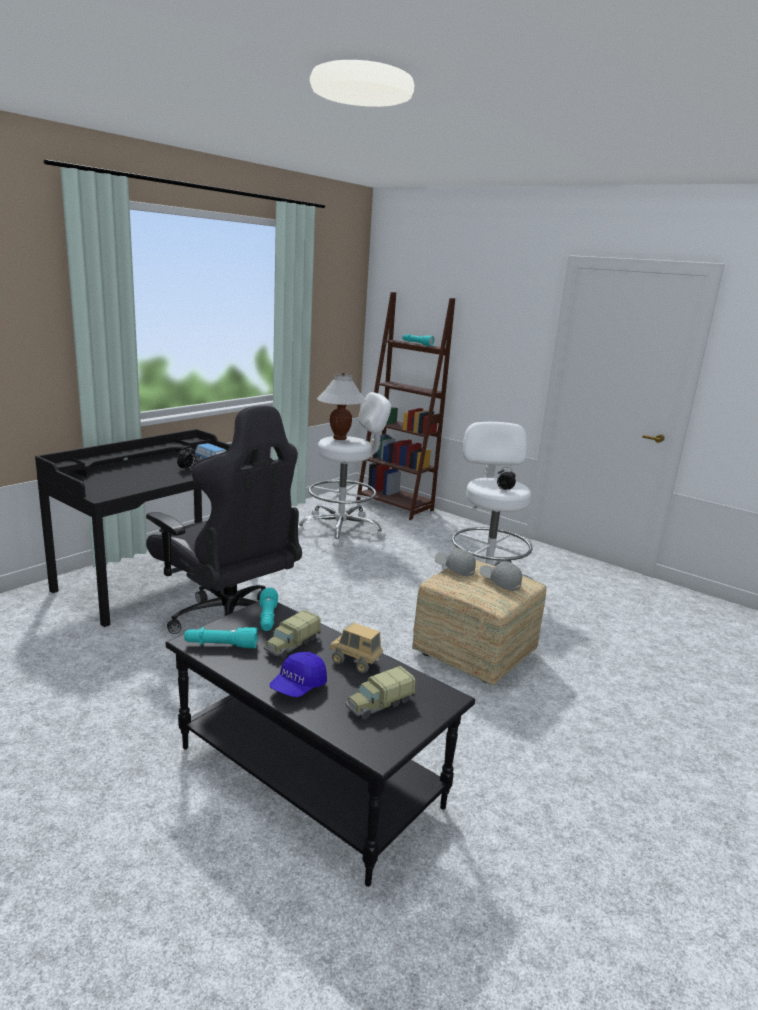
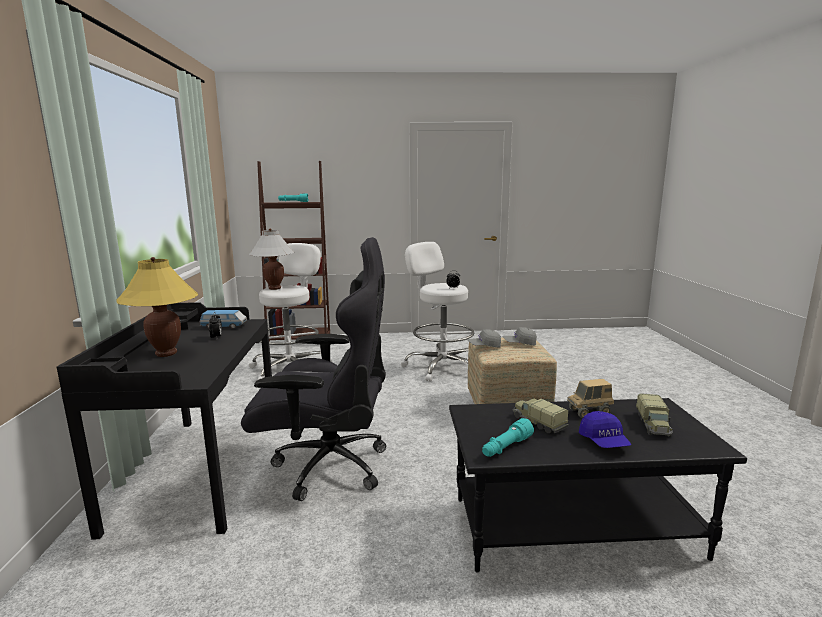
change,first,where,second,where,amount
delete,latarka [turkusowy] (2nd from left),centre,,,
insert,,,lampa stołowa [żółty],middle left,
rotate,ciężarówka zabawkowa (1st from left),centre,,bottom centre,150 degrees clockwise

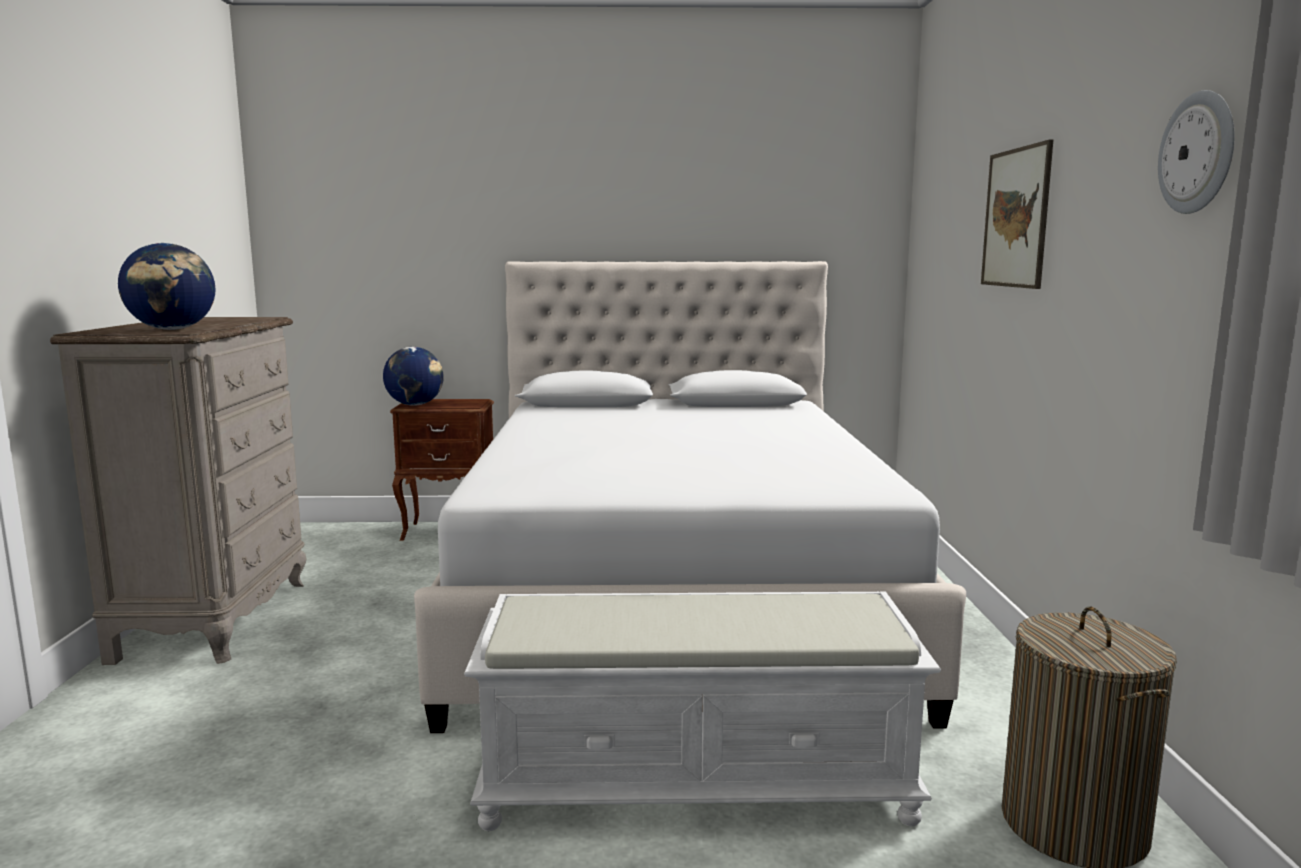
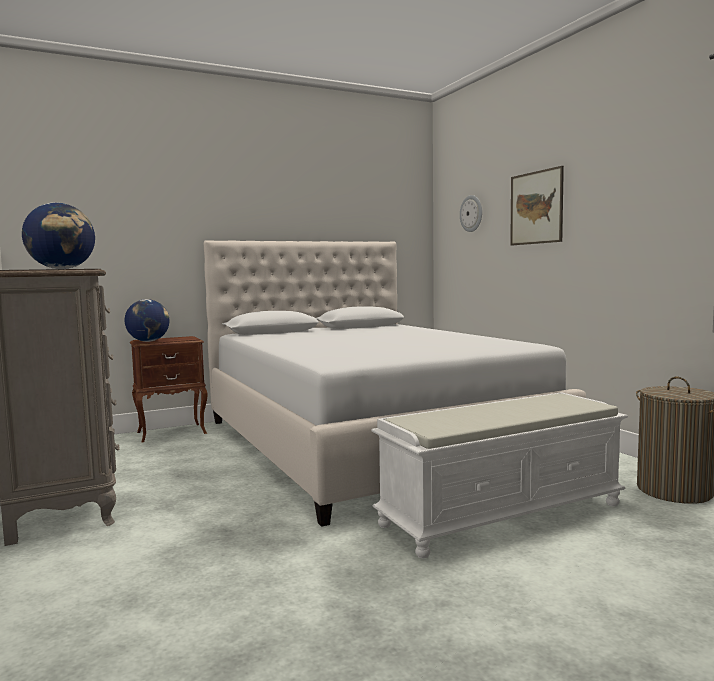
change,first,where,second,where,amount
move,zegar ścienny,top right,,top centre,

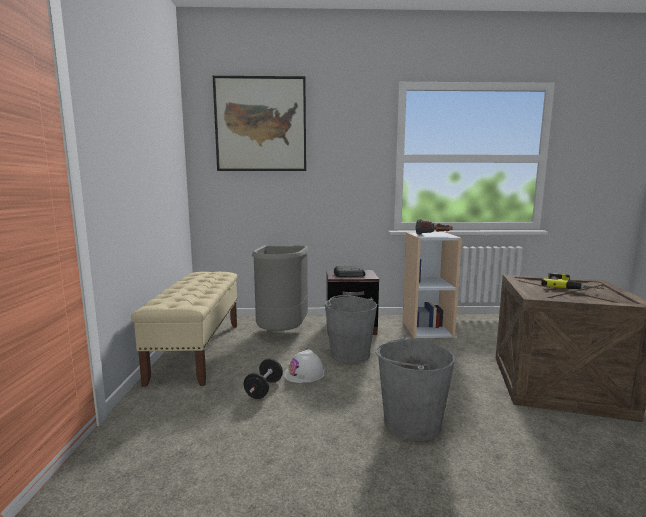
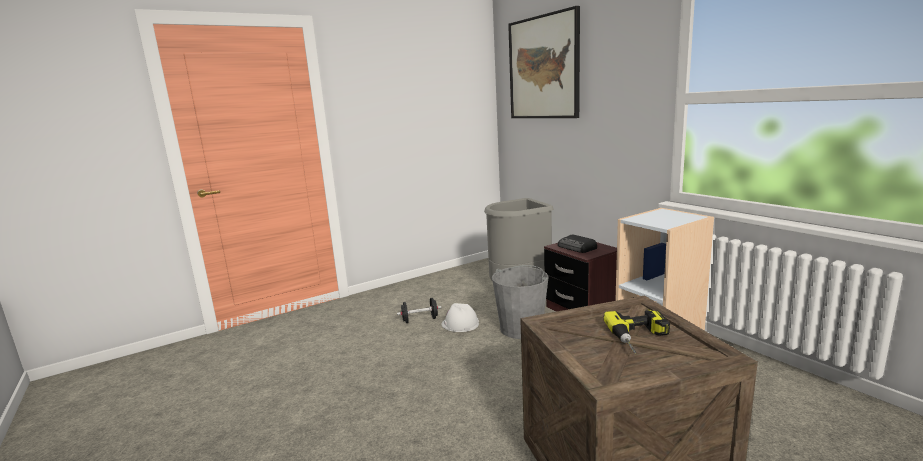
change,first,where,second,where,amount
delete,ławka [beżowy],middle left,,,
delete,wiadro [szary] (2nd from left),bottom centre,,,
delete,latarka,middle right,,,

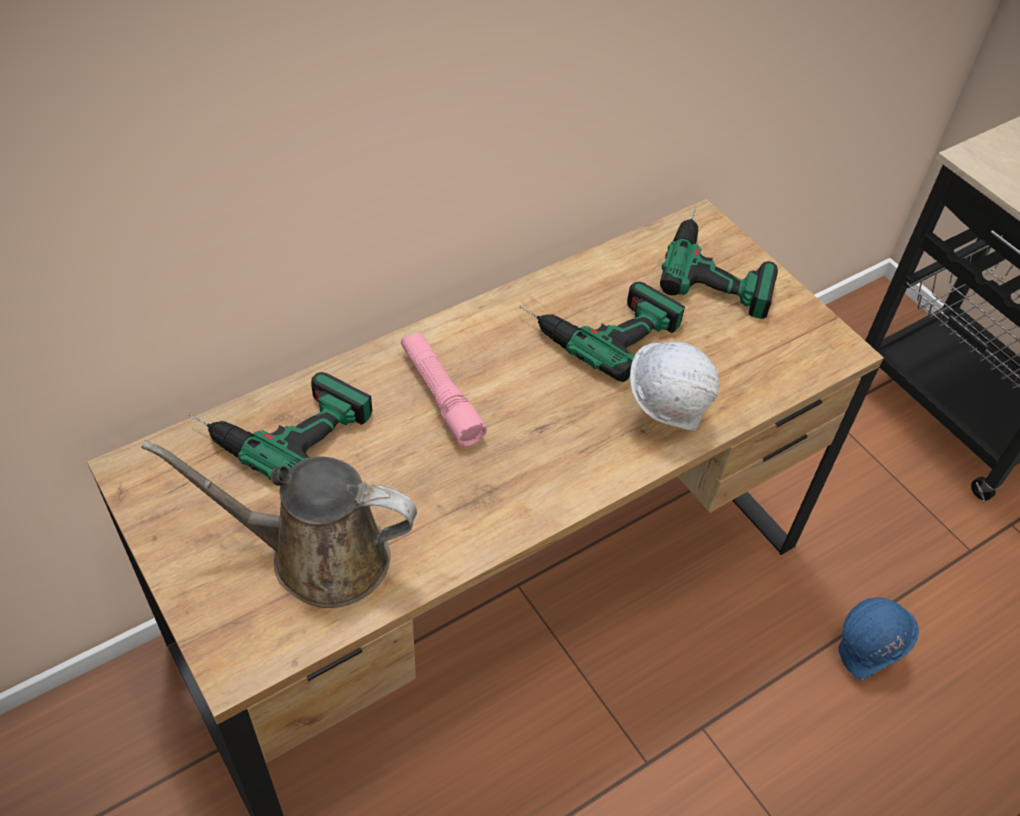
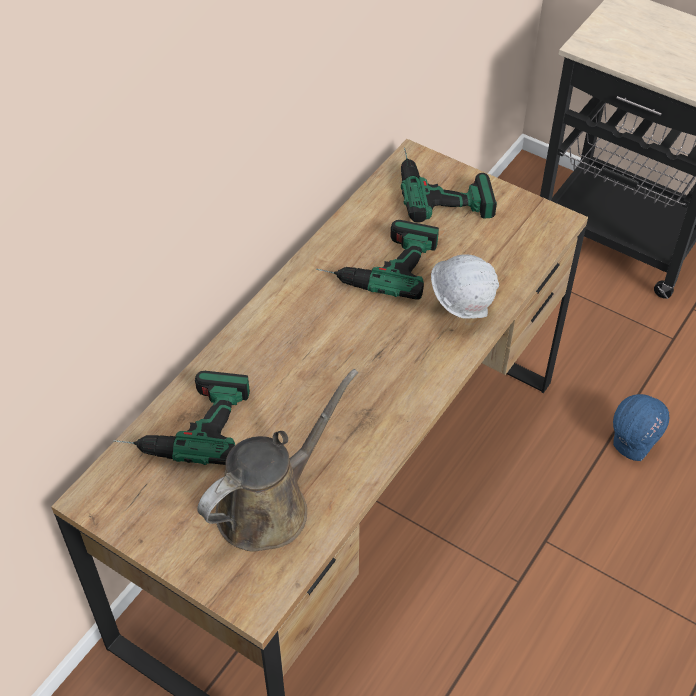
change,first,where,second,where,amount
delete,latarka [różowy],centre,,,
rotate,konewka [brązowy],middle left,,centre,150 degrees clockwise

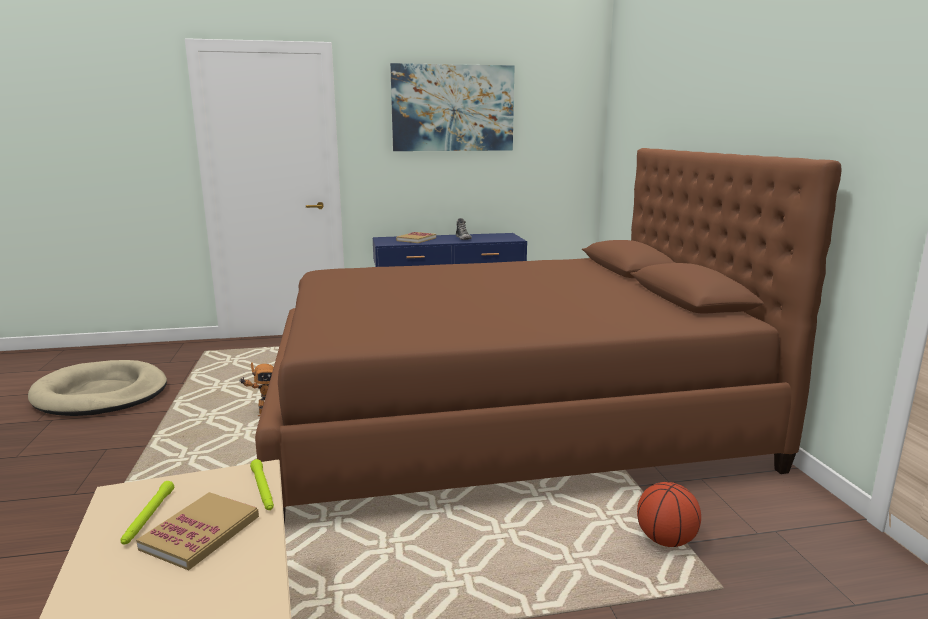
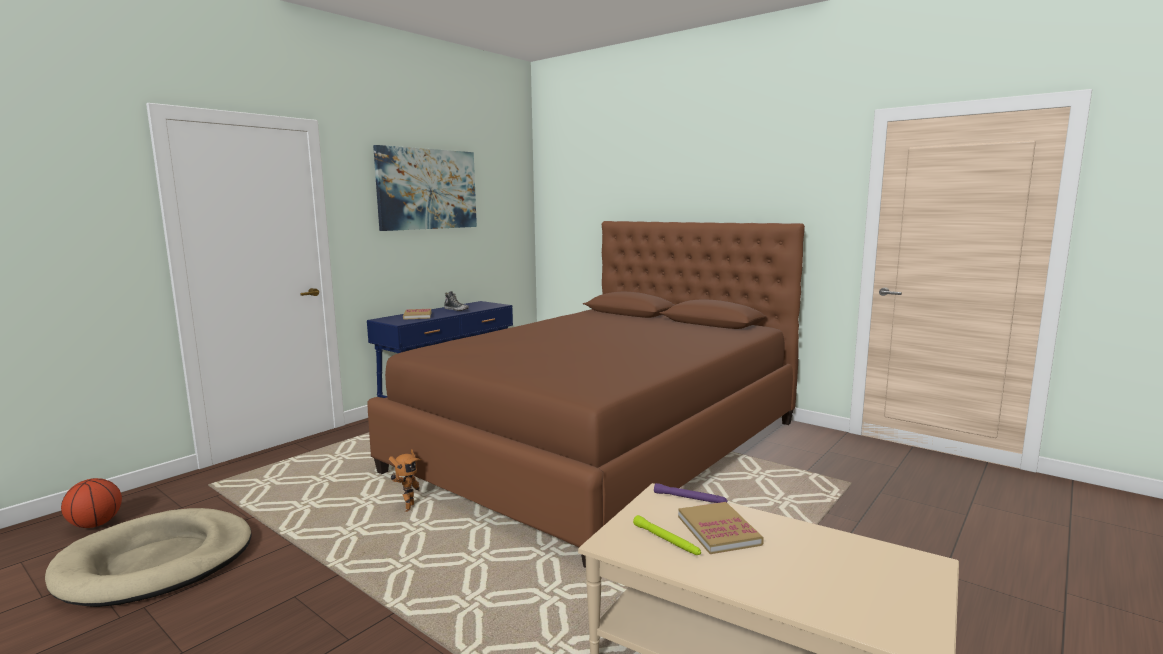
change,first,where,second,where,amount
move,piłka do koszykówki,bottom right,,bottom left,
recolor,latarka [zielony] (2nd from left),bottom left,latarka [fioletowy],bottom centre,

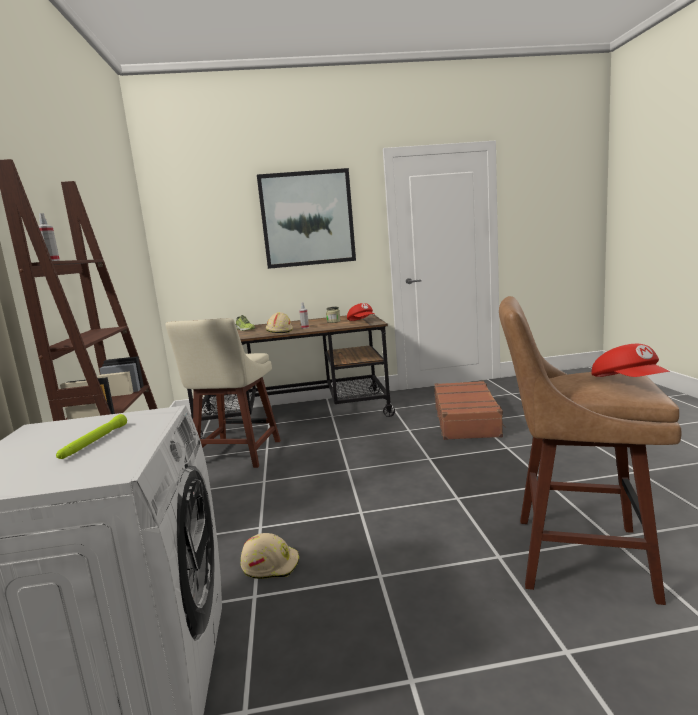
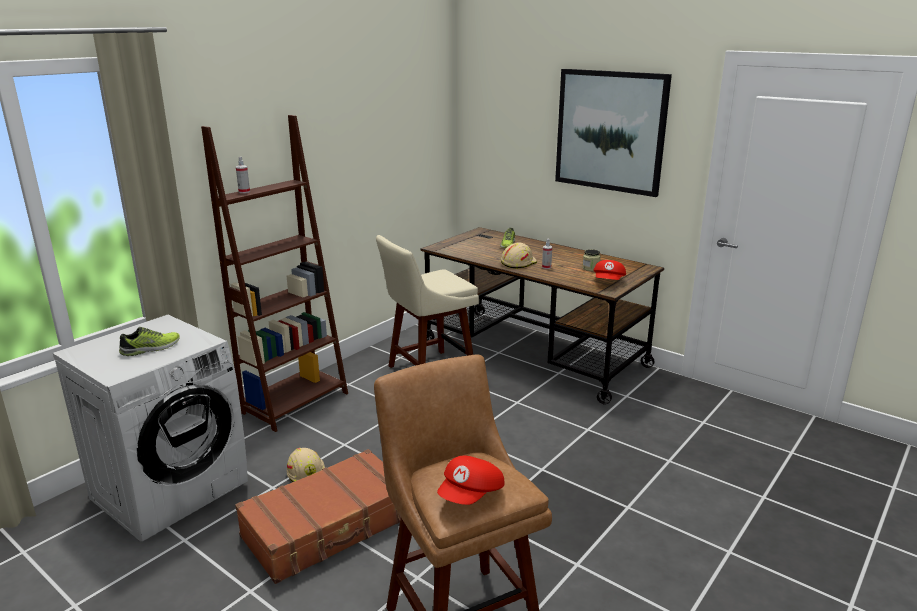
change,first,where,second,where,amount
move,walizka [brązowy],middle right,,bottom centre,
replace,latarka [zielony],middle left,but (1st from left),middle left,

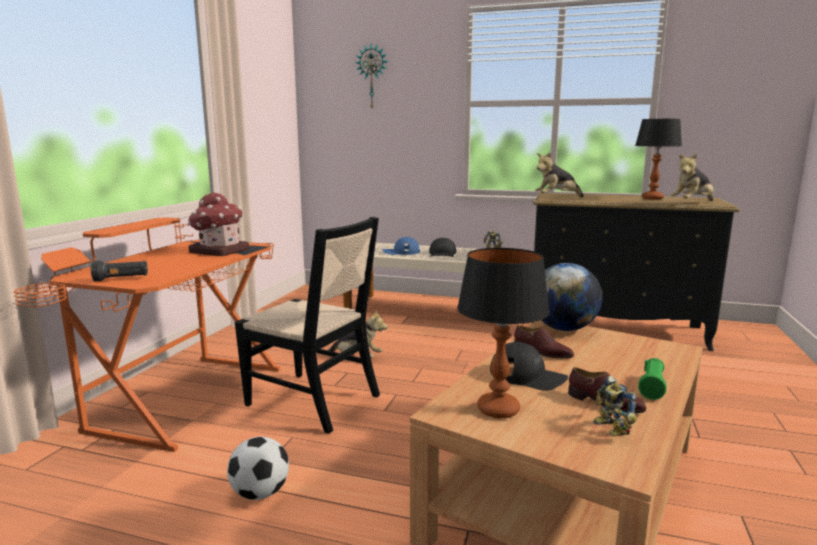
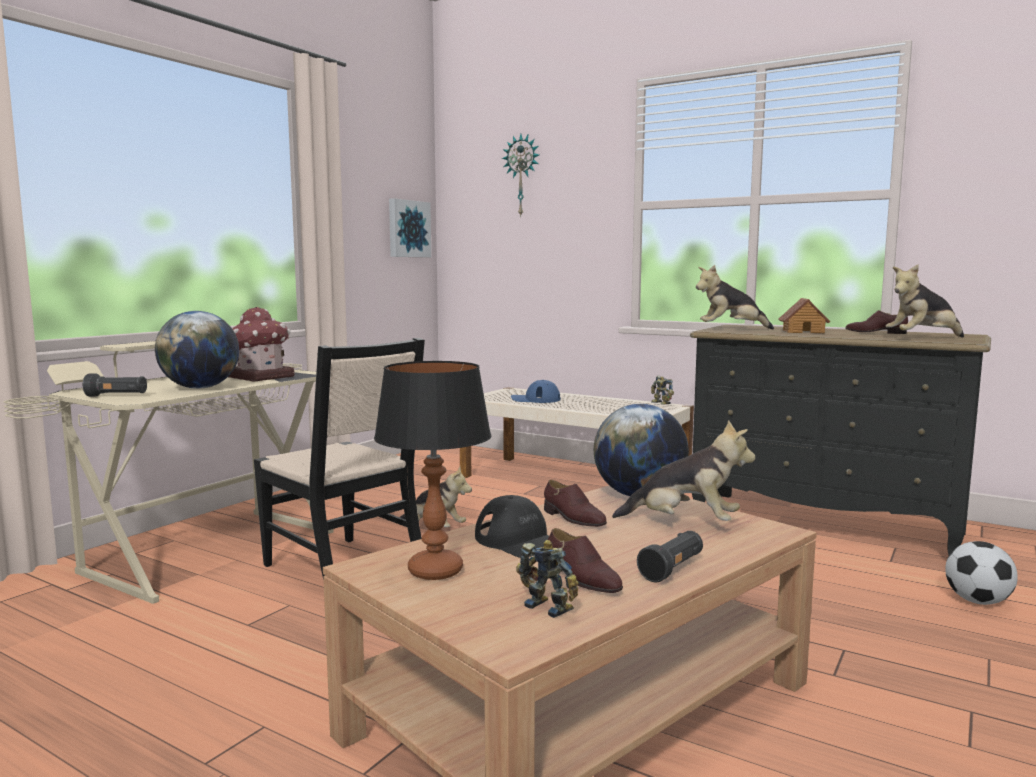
change,first,where,second,where,amount
delete,czapka z daszkiem [czarny] (1st from left),centre,,,
insert,,,globus (1st from left),middle left,
insert,,,obraz,top centre,
insert,,,pluszak (2nd from left),centre,
insert,,,domek (2nd from left),middle right,
move,piłka futbolowa,bottom left,,bottom right,
replace,lampa stołowa (2nd from left),top right,but [brązowy] (3rd from left),middle right,
recolor,biurko [pomarańczowy],middle left,biurko [beżowy],middle left,
recolor,latarka [zielony],bottom right,latarka [czarny] (2nd from left),bottom centre,
rotate,robot zabawkowy (2nd from left in the first image),bottom right,robot zabawkowy (1st from left),bottom centre,135 degrees clockwise

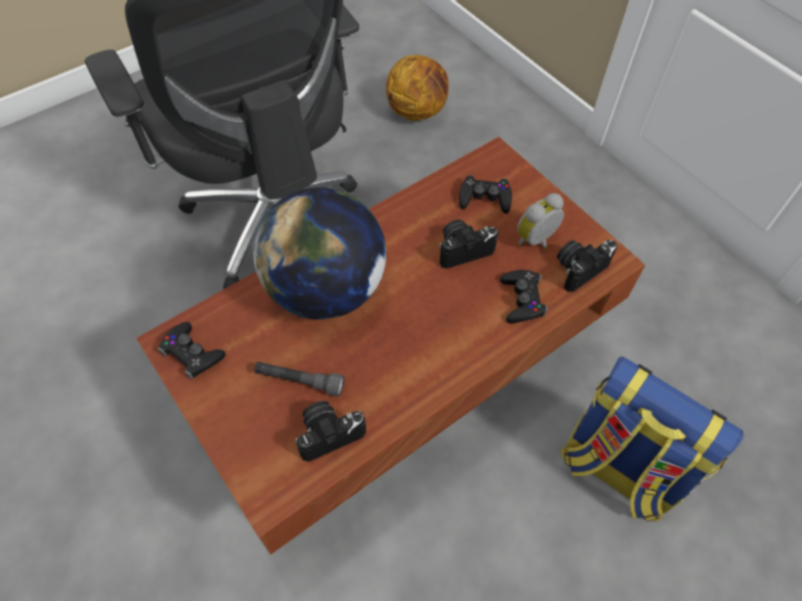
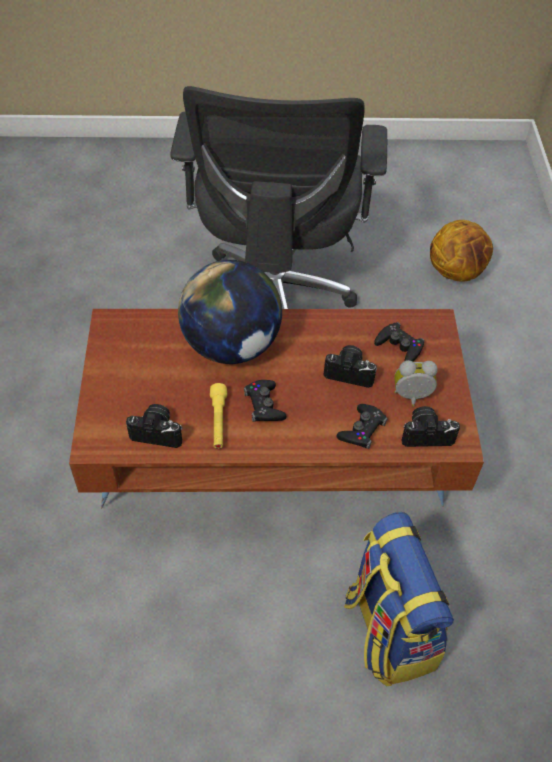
change,first,where,second,where,amount
delete,latarka [szary],centre,,,
insert,,,latarka [żółty],centre,
move,pad do gier [czarny] (1st from left),middle left,,centre,

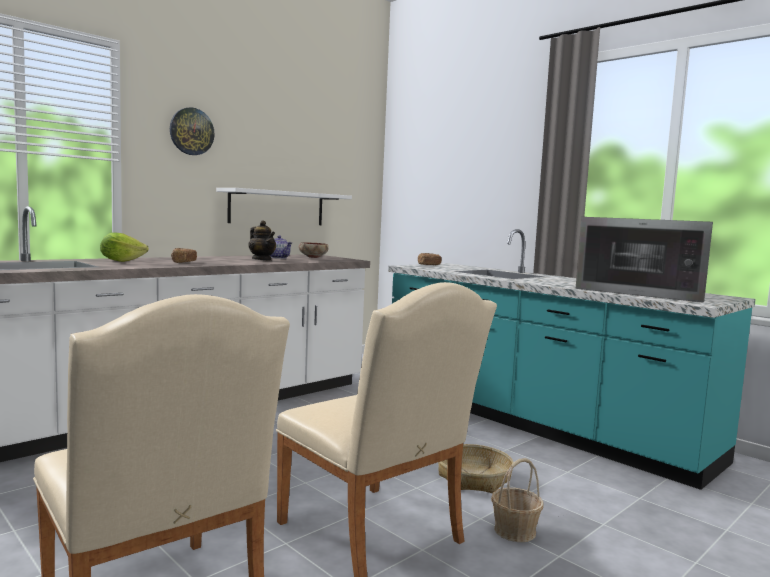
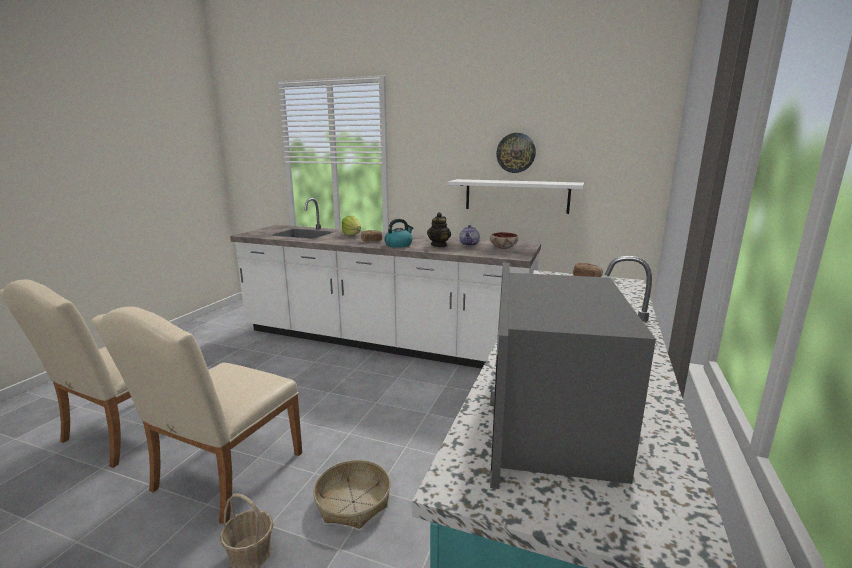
change,first,where,second,where,amount
insert,,,czajnik,centre,
move,zegar ścienny,top left,,top centre,

